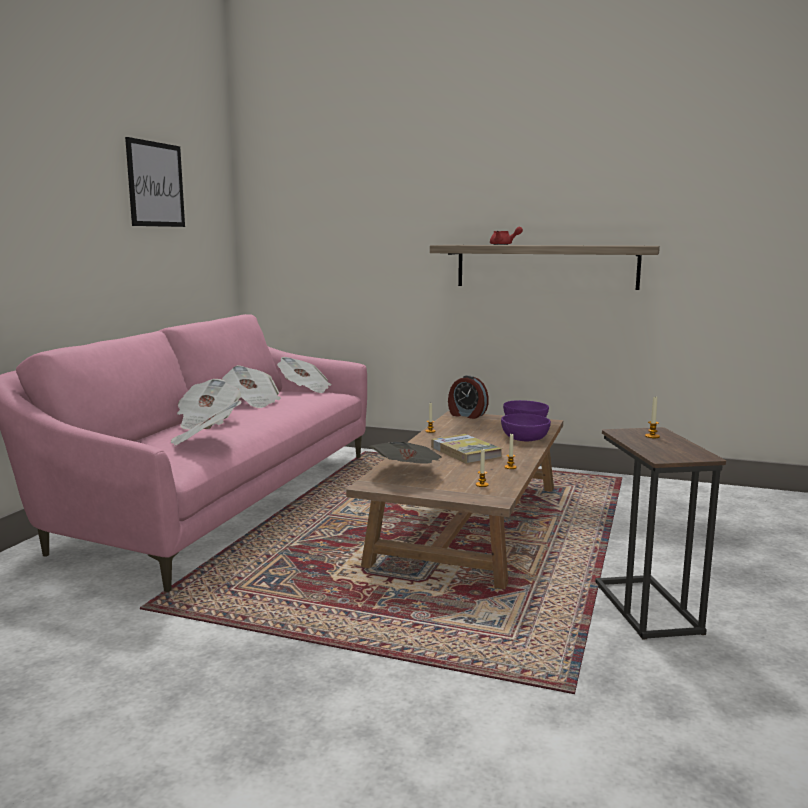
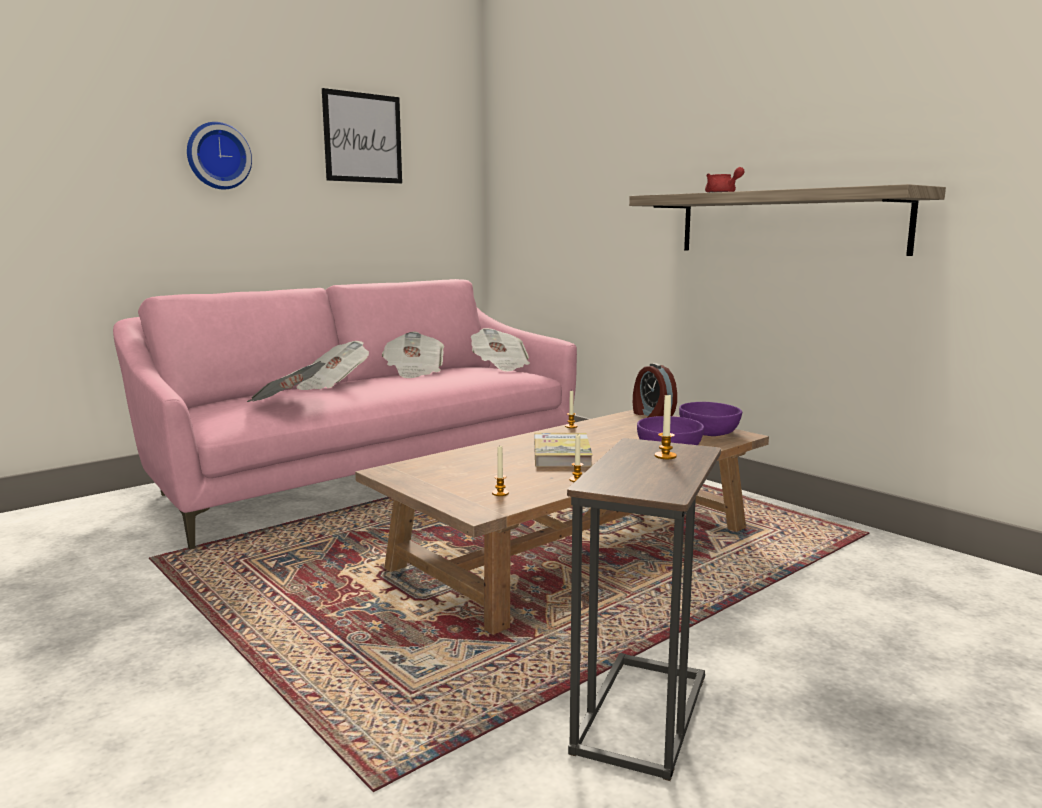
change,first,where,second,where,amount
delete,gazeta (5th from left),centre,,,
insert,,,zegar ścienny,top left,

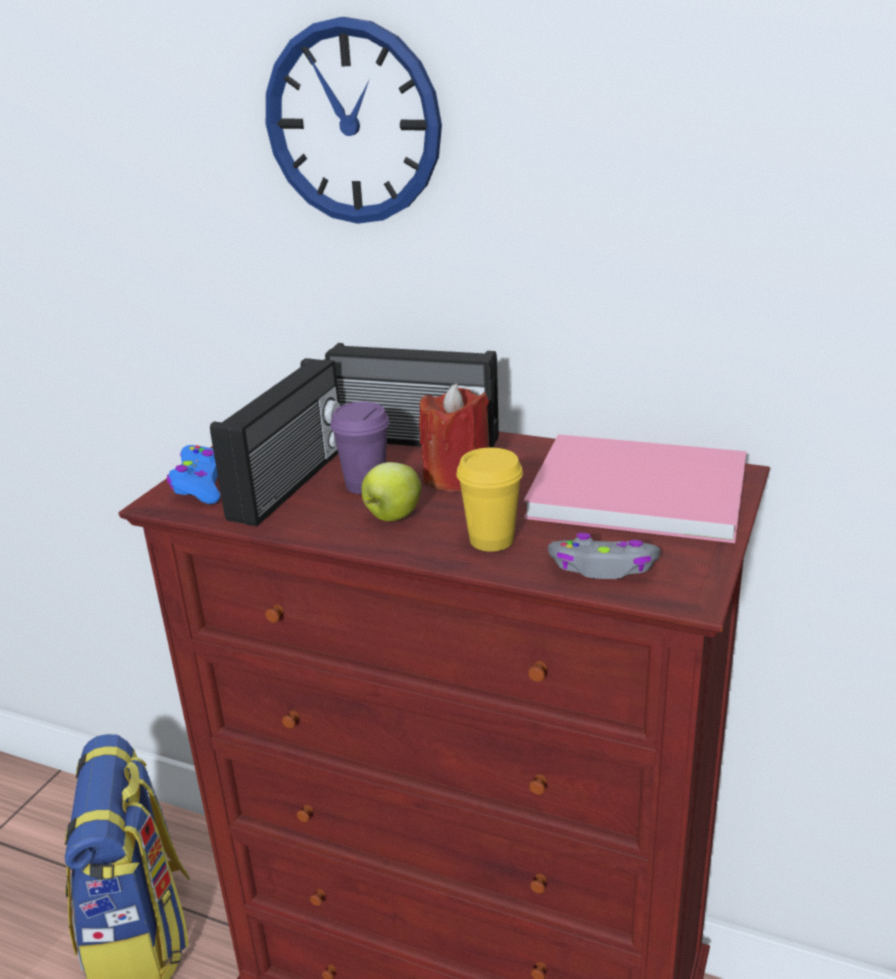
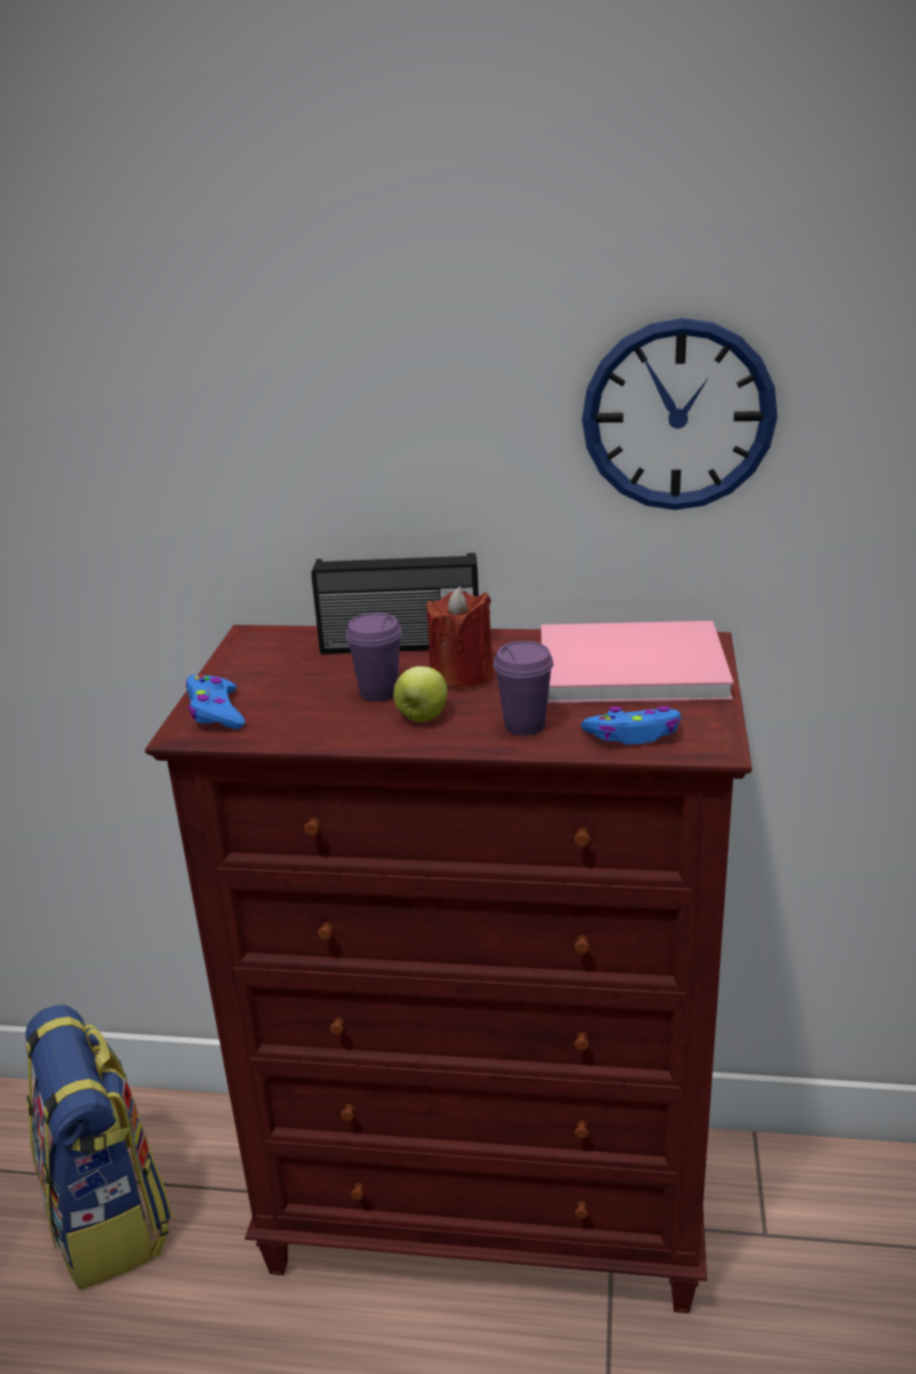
change,first,where,second,where,amount
delete,radio (1st from left),middle left,,,
move,zegar ścienny,top centre,,top right,
recolor,filiżanka [żółty],centre,filiżanka [fioletowy] (2nd from left),centre,
recolor,pad do gier [szary],middle right,pad do gier [niebieski] (2nd from left),middle right,

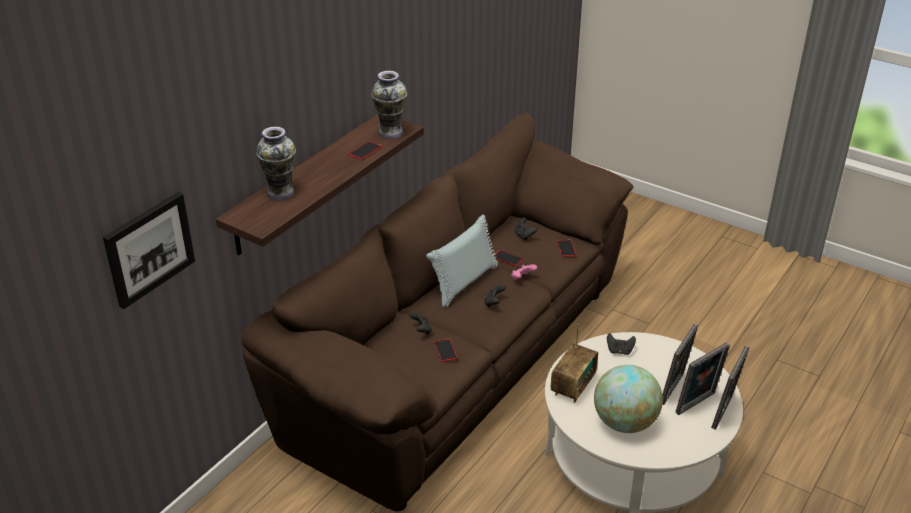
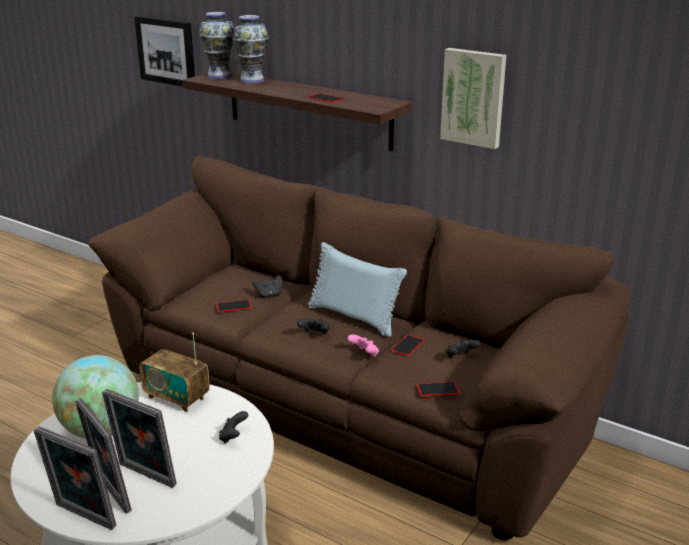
change,first,where,second,where,amount
insert,,,obraz (2nd from left),top right,
move,wazon (2nd from left in the first image),top centre,wazon (1st from left),top left,

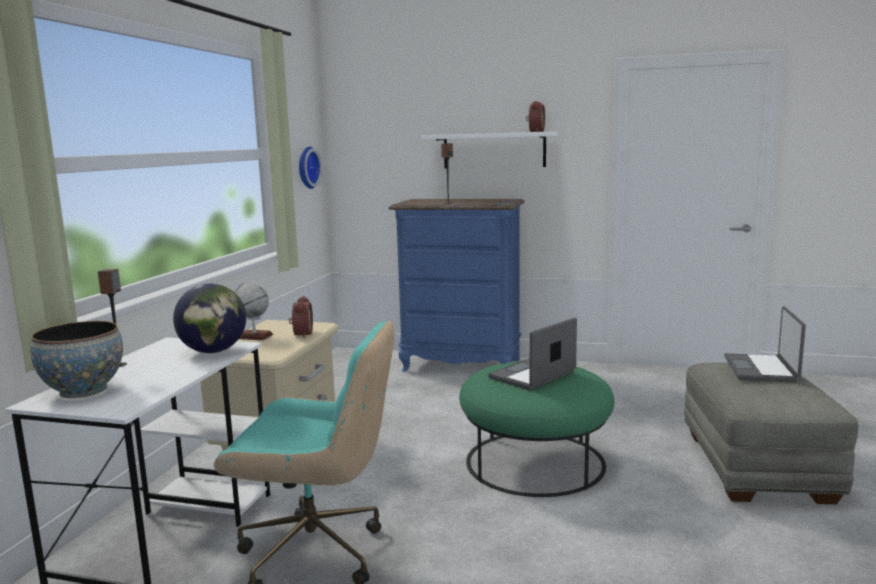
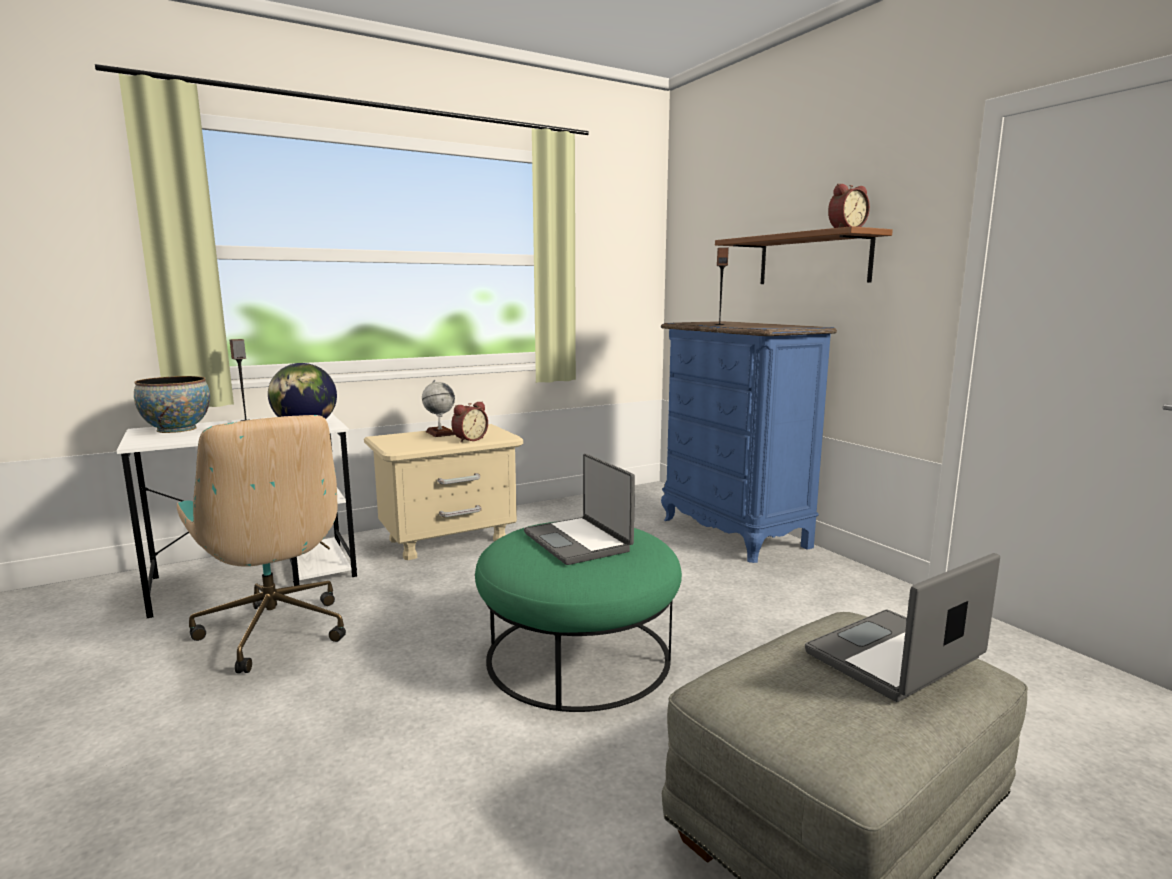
change,first,where,second,where,amount
delete,zegar ścienny,top centre,,,
recolor,półka [biały],top centre,półka [brązowy],top right,
rotate,laptop (1st from left),centre,,centre,120 degrees counterclockwise

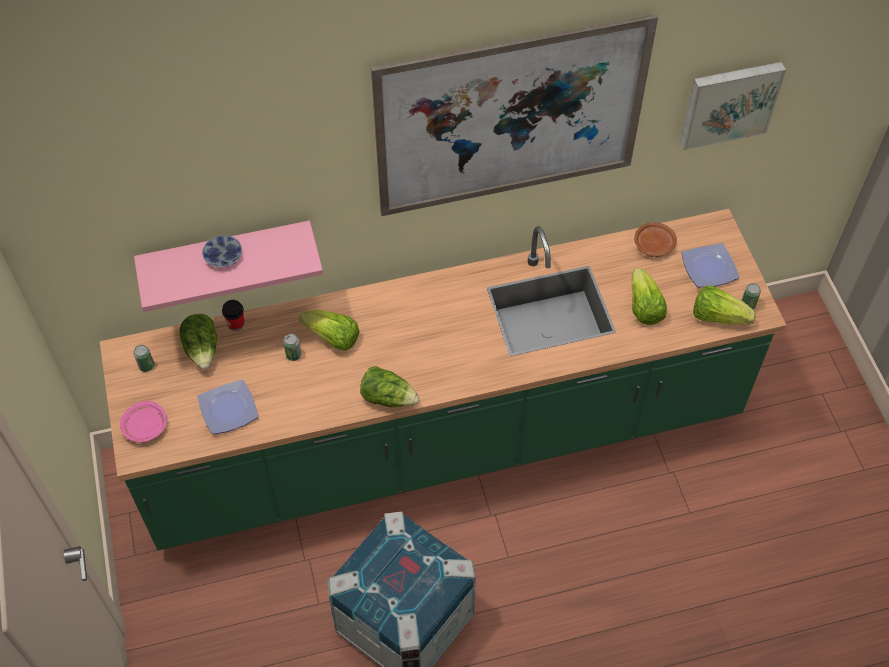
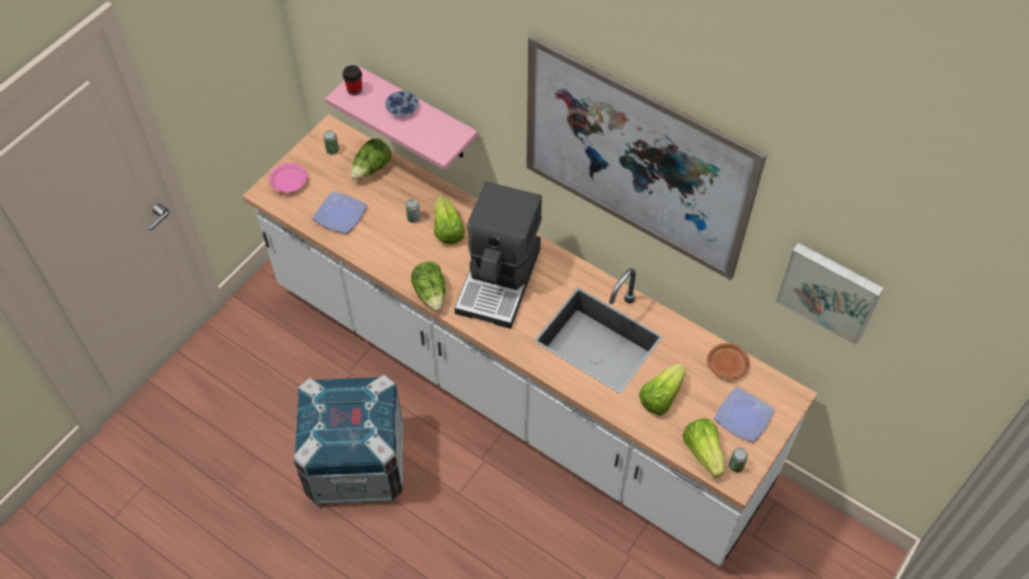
change,first,where,second,where,amount
insert,,,ekspres do kawy,centre,
move,filiżanka,middle left,,top centre,
recolor,zabudowa kuchenna [zielony],centre,zabudowa kuchenna [biały],centre,

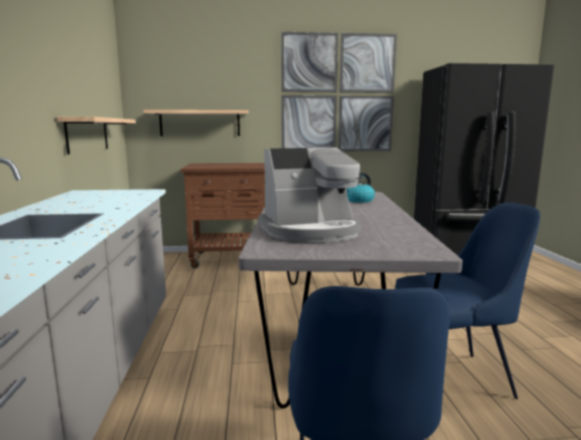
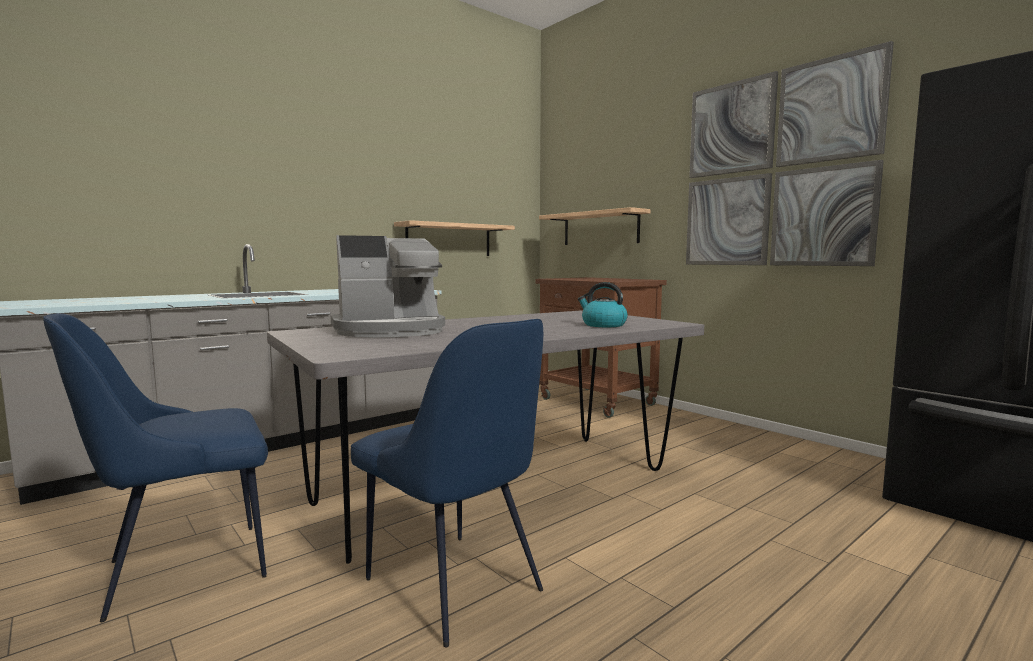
change,first,where,second,where,amount
rotate,ekspres do kawy,centre,,centre,60 degrees counterclockwise

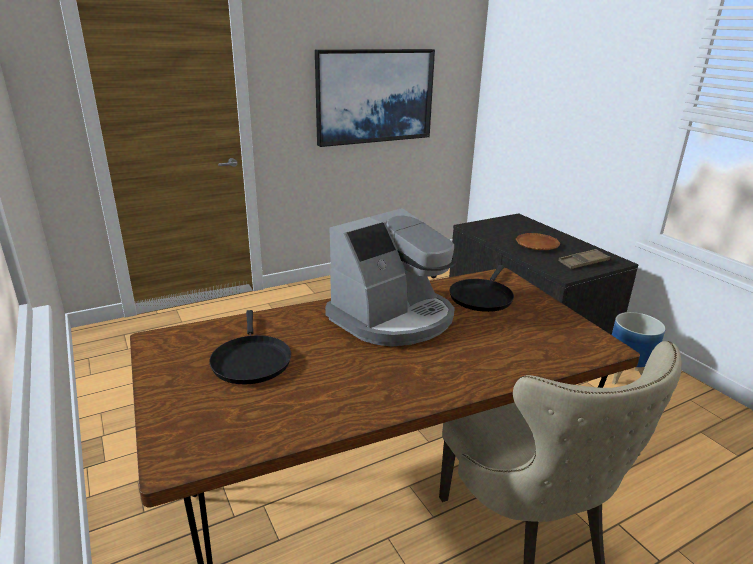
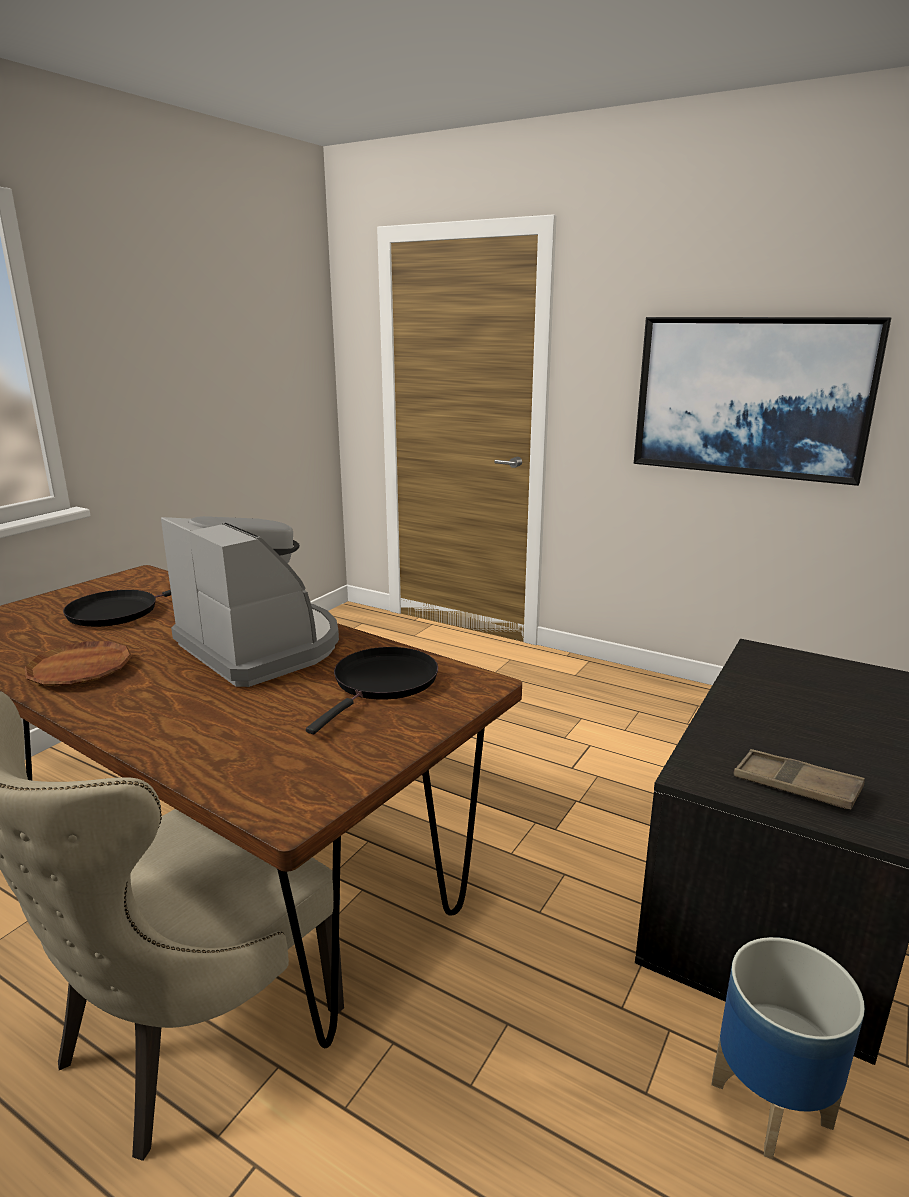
change,first,where,second,where,amount
move,talerz [brązowy],middle right,,middle left,
rotate,ekspres do kawy,centre,,middle left,150 degrees counterclockwise
rotate,patelnia [czarny] (2nd from left),centre,,centre,120 degrees clockwise

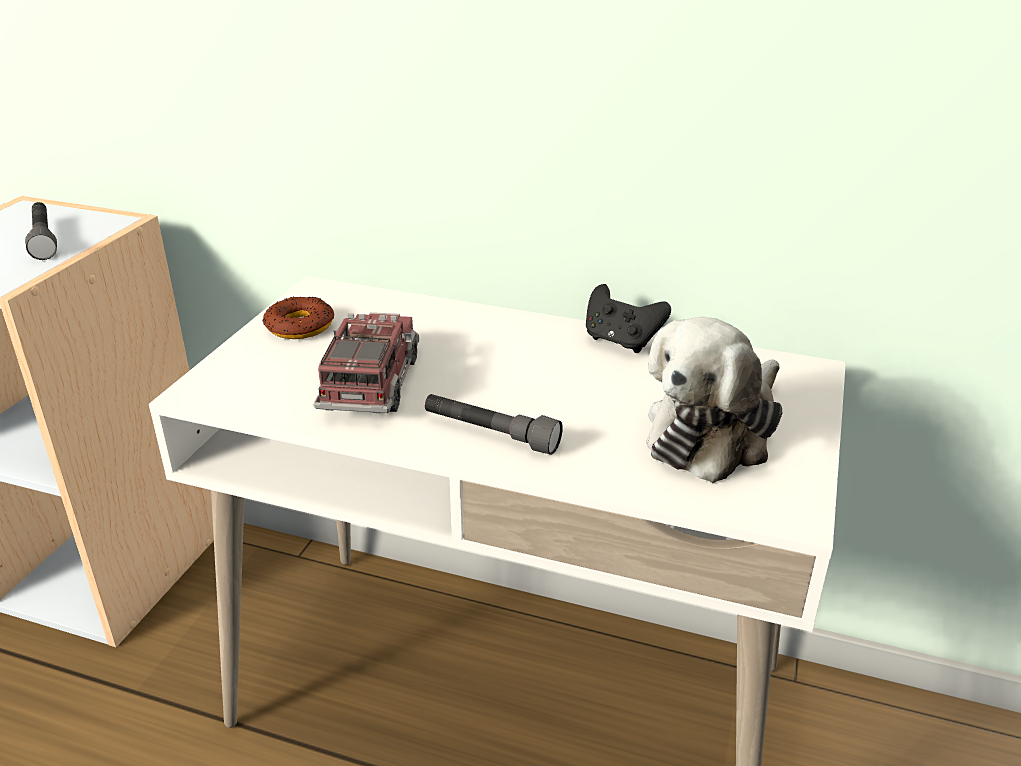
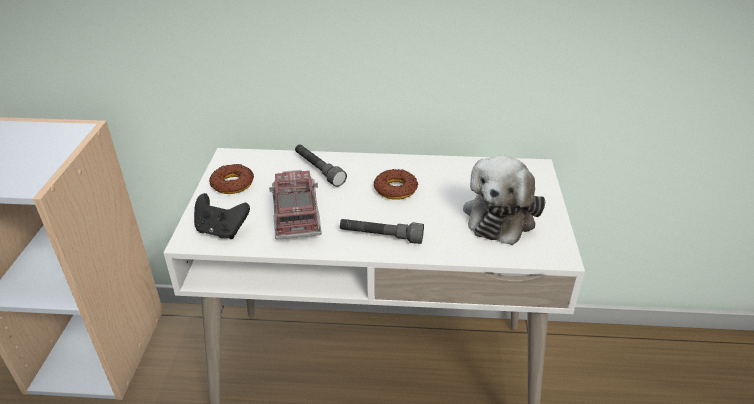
change,first,where,second,where,amount
insert,,,donut (2nd from left),centre,
move,latarka [szary] (1st from left),top left,,centre,
move,pad do gier [czarny],centre,,middle left,

